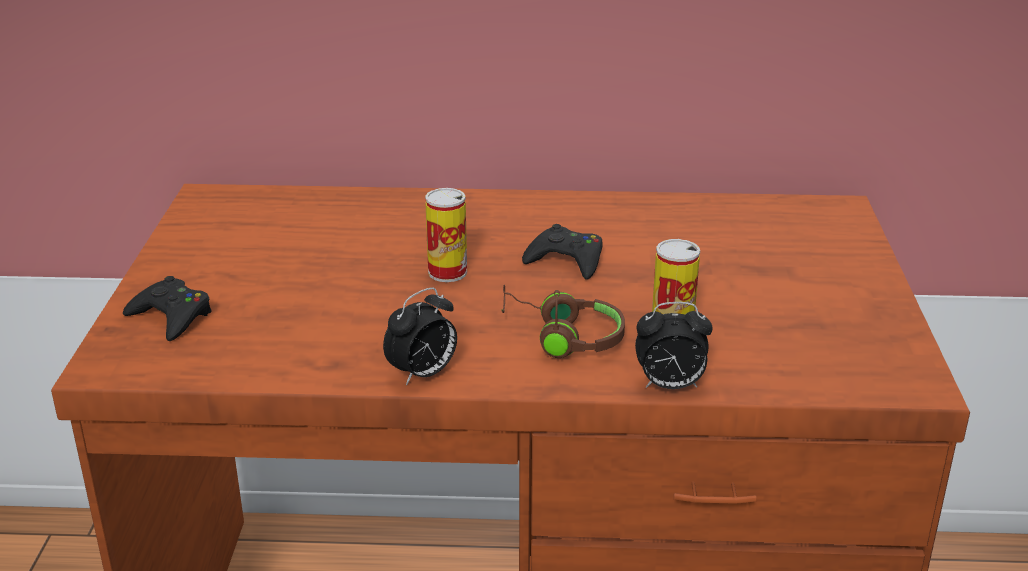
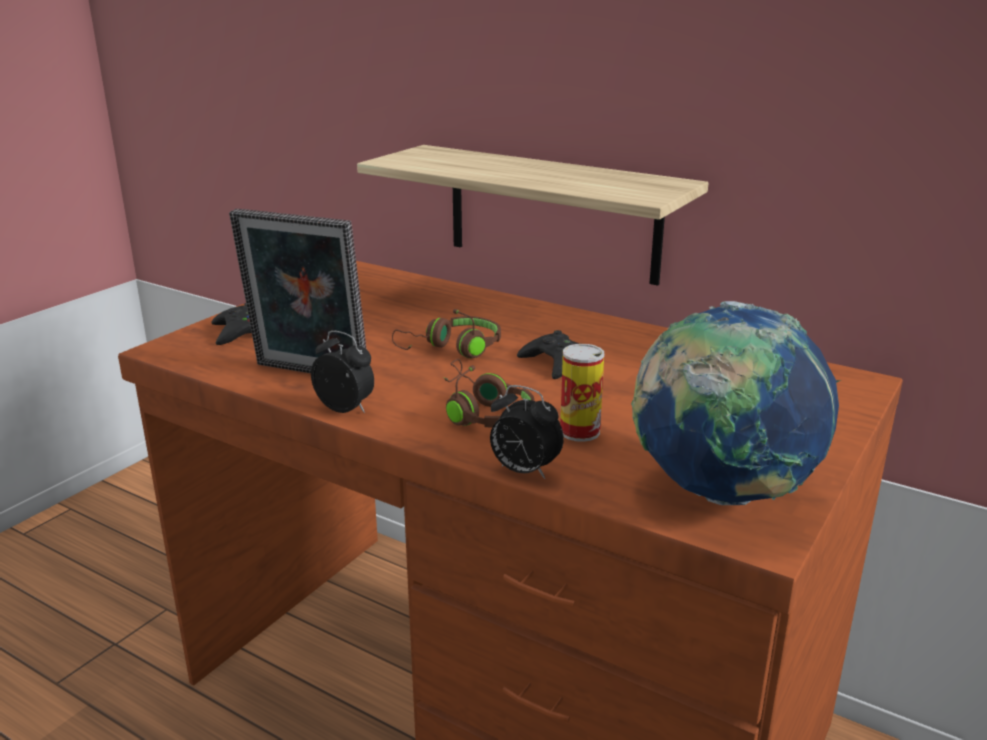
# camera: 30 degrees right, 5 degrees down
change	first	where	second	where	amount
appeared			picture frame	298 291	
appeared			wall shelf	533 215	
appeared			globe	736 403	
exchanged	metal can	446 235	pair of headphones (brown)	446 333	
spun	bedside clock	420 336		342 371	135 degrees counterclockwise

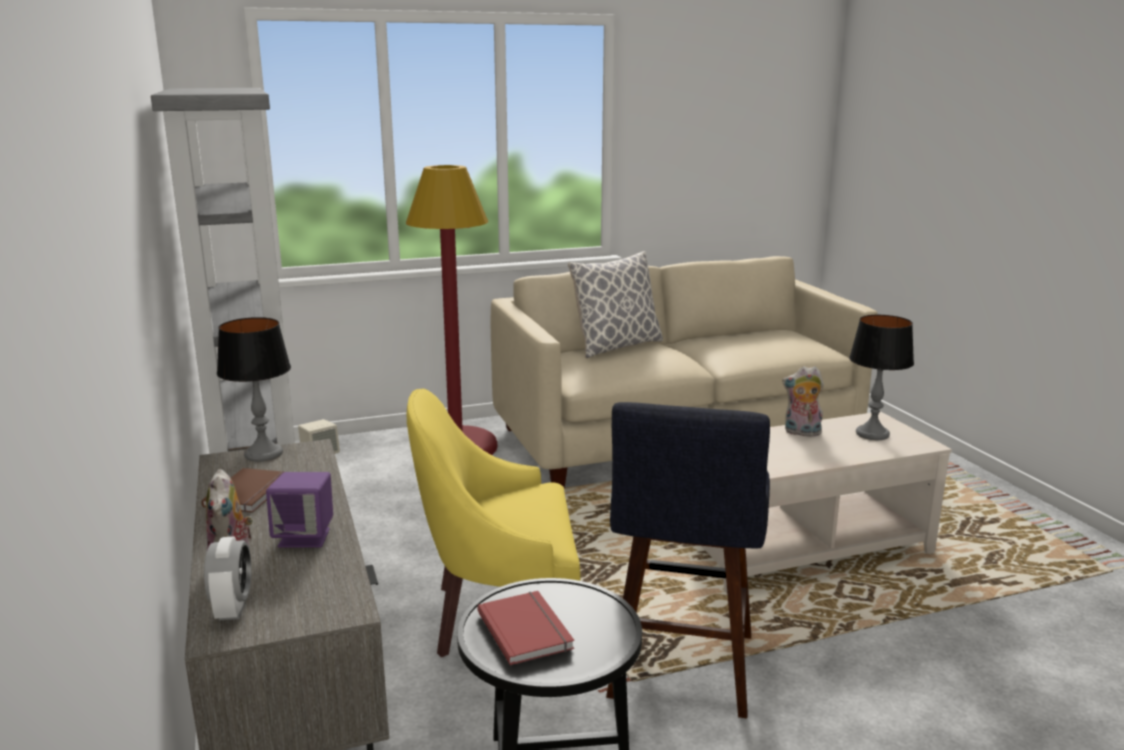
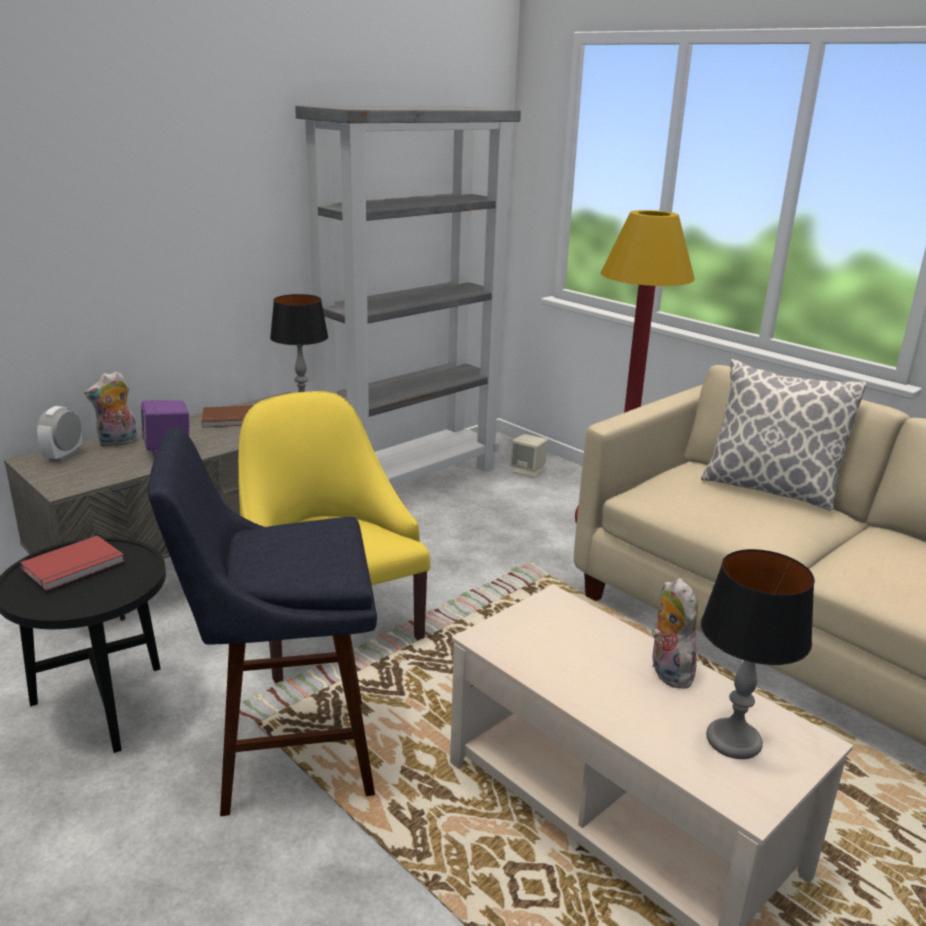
# camera: 65 degrees right, 5 degrees up
change	first	where	second	where	amount
spun	bedside clock	228 578		59 434	135 degrees clockwise

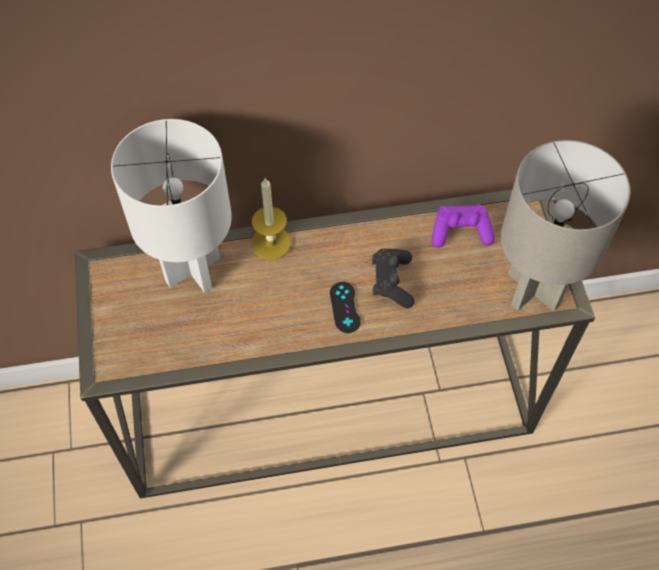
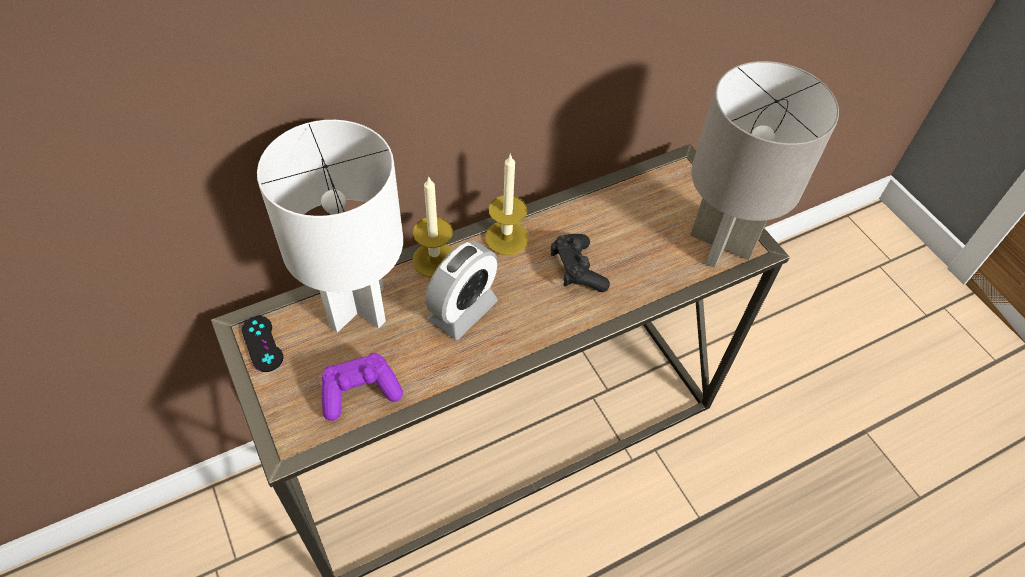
# camera: 20 degrees left, 5 degrees down
change	first	where	second	where	amount
appeared			bedside clock	462 290	
appeared			wax light	507 204	
relocated	joypad (blackish)	345 307		262 344	
relocated	joypad (purple-coloured)	463 226		362 387	

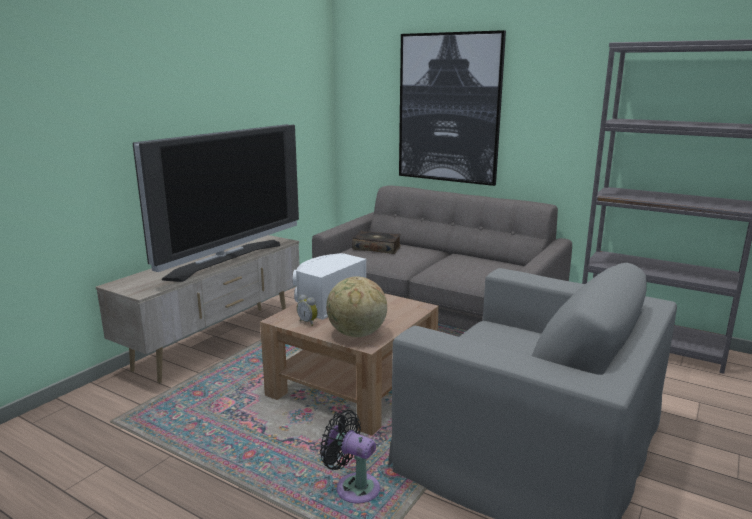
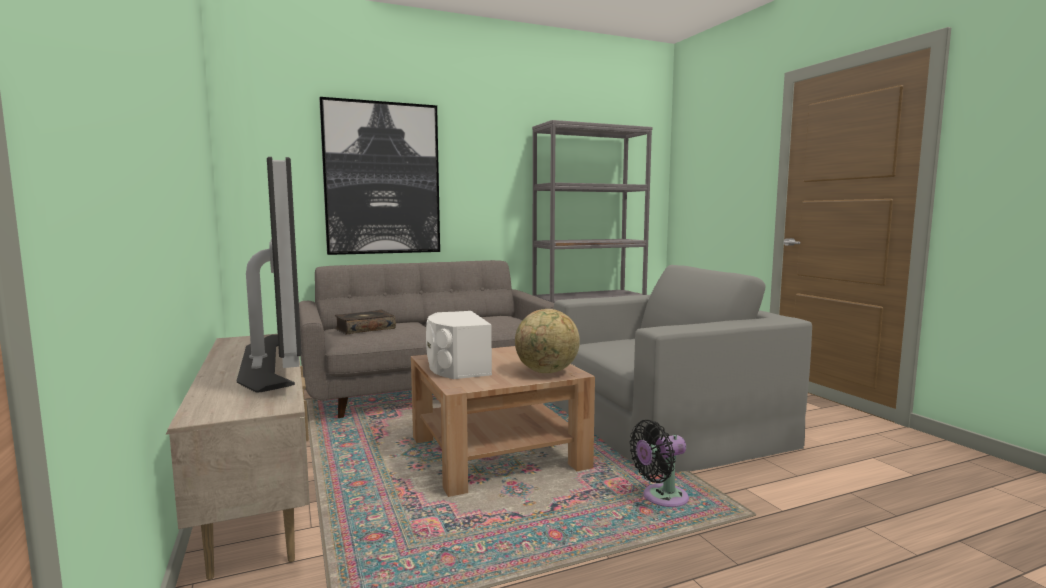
# camera: 55 degrees left, 10 degrees down
change	first	where	second	where	amount
missing	bedside clock	307 310			

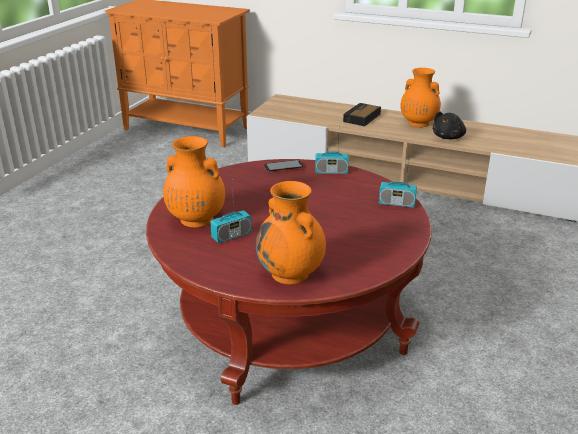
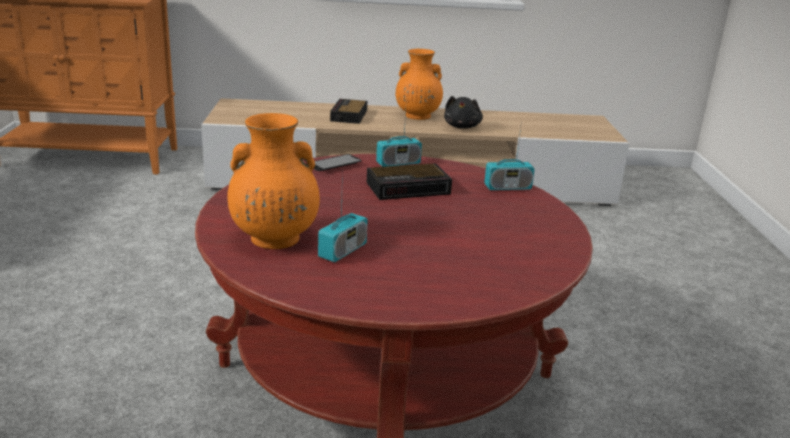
# camera: 25 degrees left, 5 degrees down
change	first	where	second	where	amount
missing	flower vase (orange)	290 232			
appeared			bedside clock	409 181	

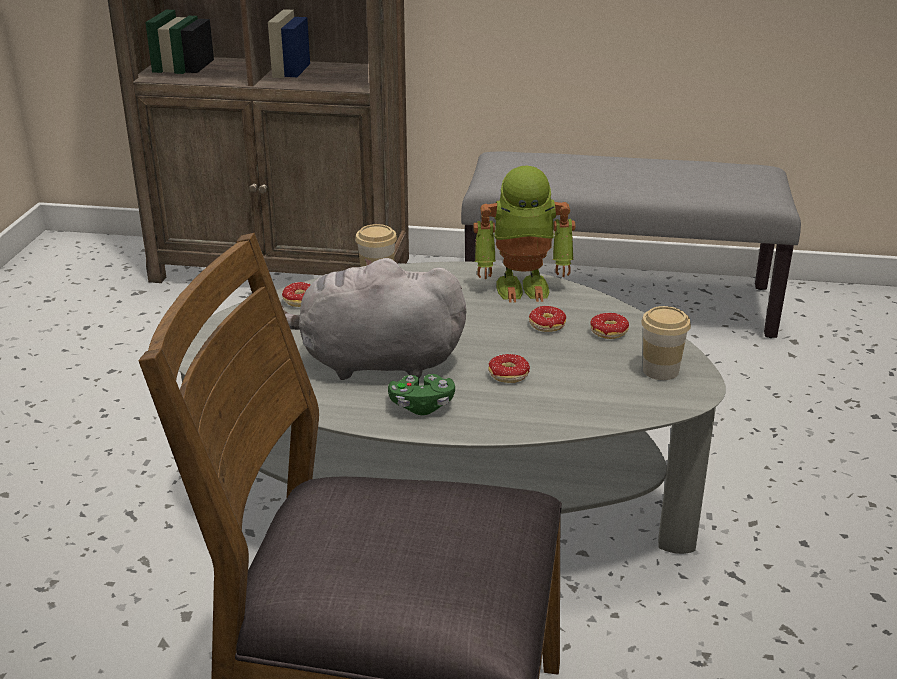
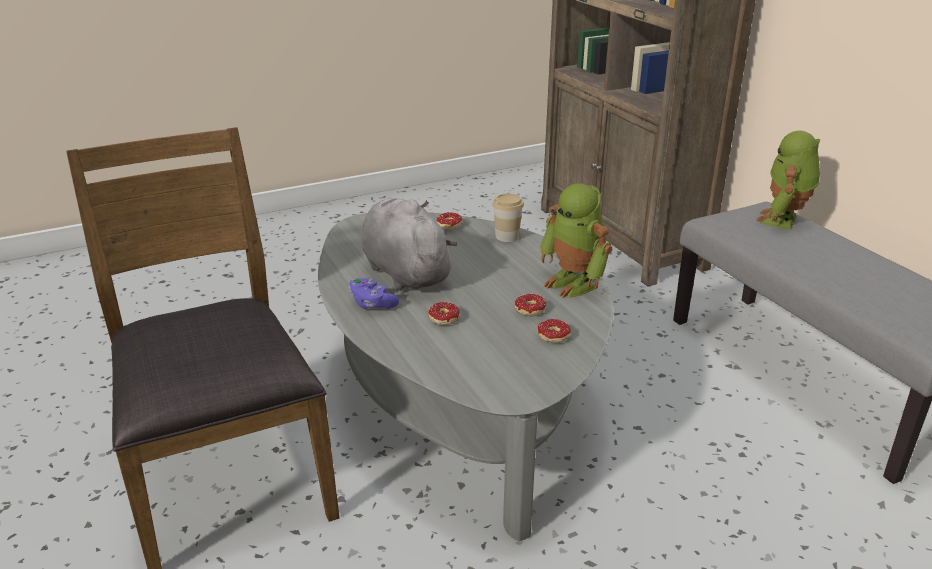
# camera: 55 degrees right, 0 degrees up
change	first	where	second	where	amount
missing	small cup	666 343			
appeared			model robot	788 180	
colour	joypad (greenish)	421 394	joypad (purple-coloured)	373 293	

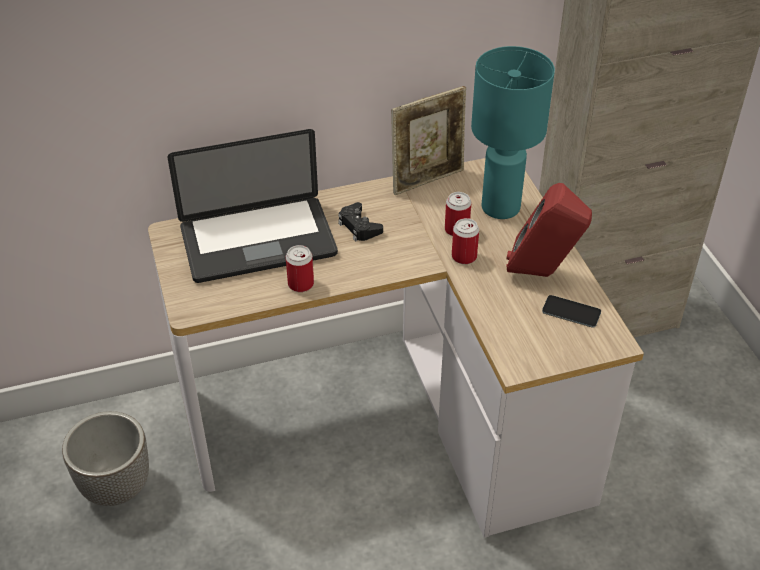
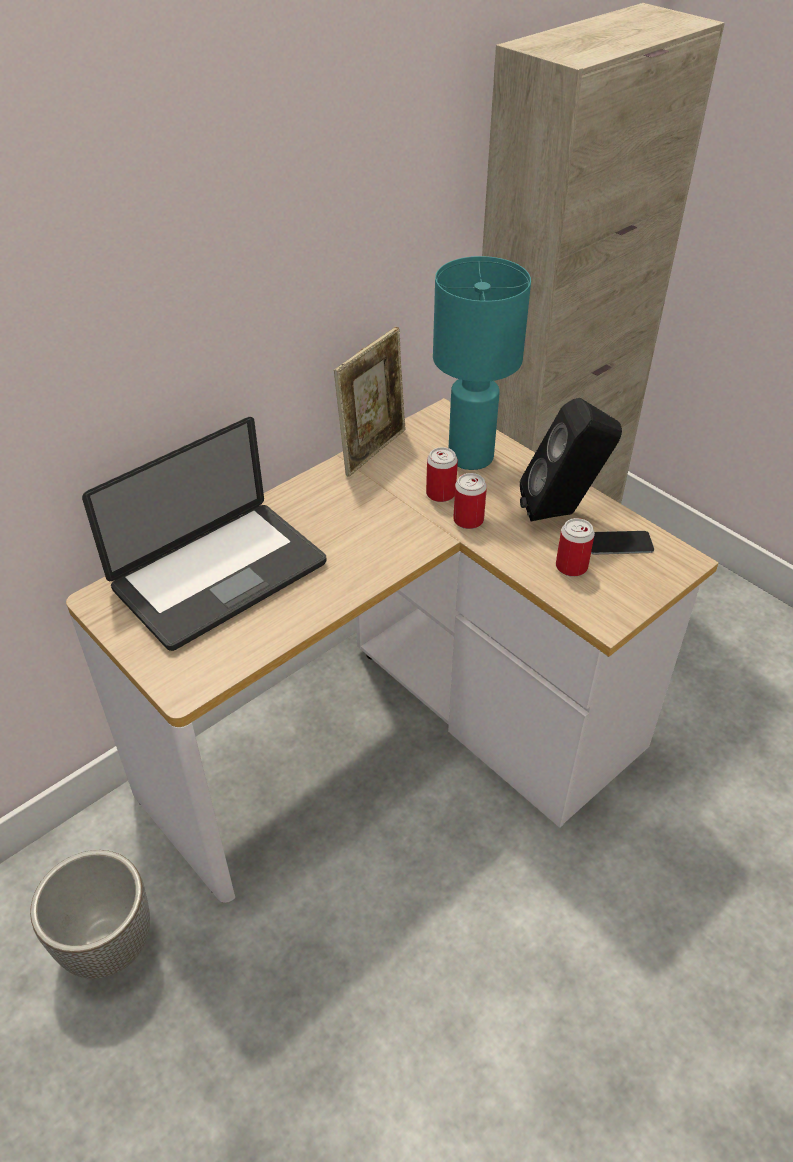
# camera: 25 degrees left, 0 degrees up
change	first	where	second	where	amount
missing	joypad (blackish)	360 222			
relocated	metal can	300 268		575 547	
colour	audio speaker (red)	549 230	audio speaker (blackish)	571 459	

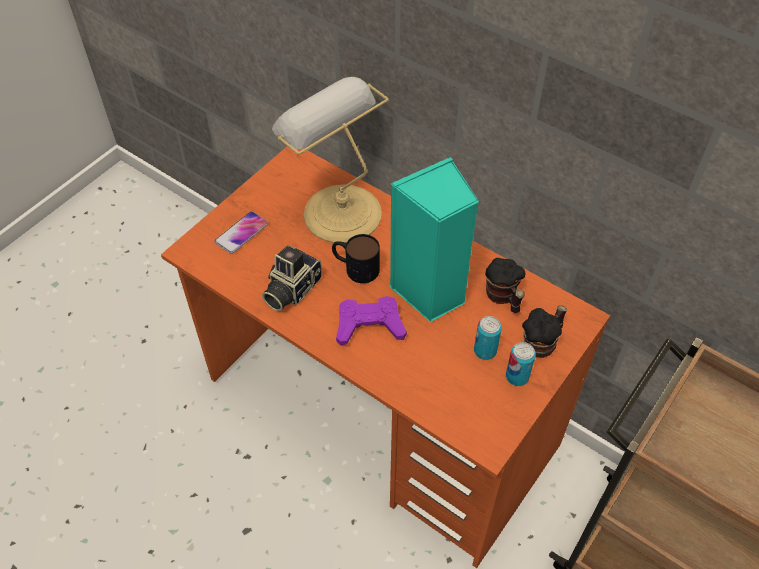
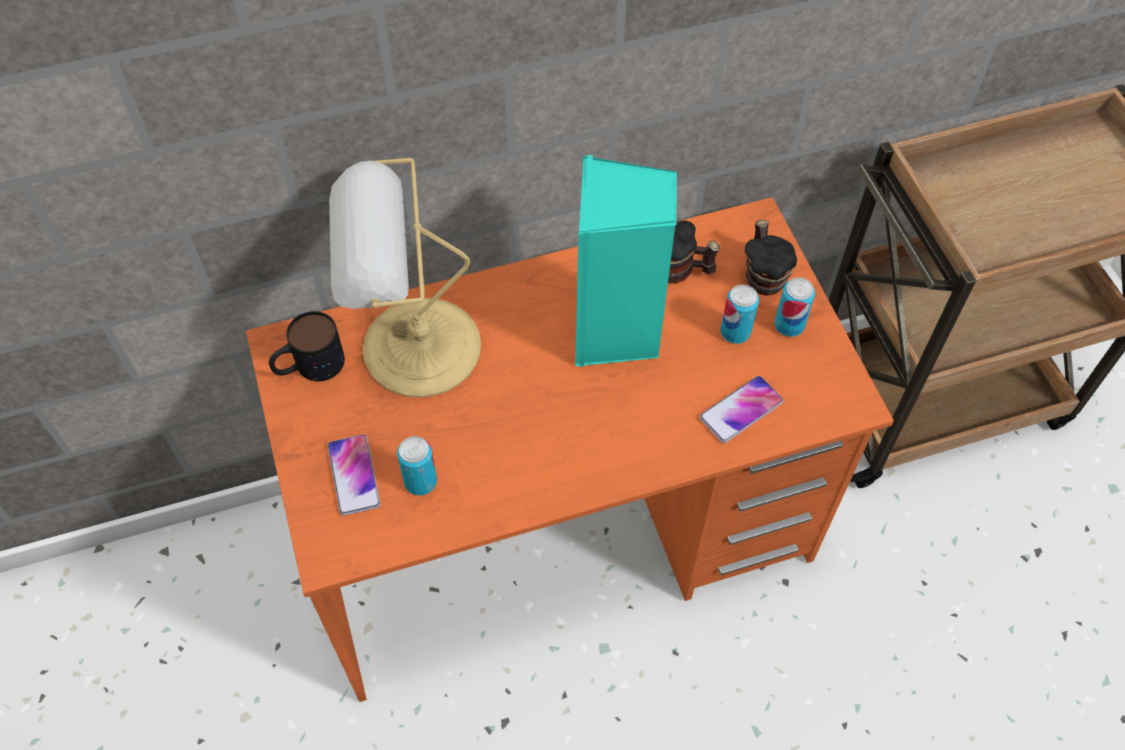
# camera: 55 degrees left, 5 degrees up
change	first	where	second	where	amount
missing	still camera	292 278			
missing	joypad (purple-coloured)	371 321			
appeared			metal can	417 465	
appeared			handset	742 409	
relocated	coffee mug	356 258		307 346	

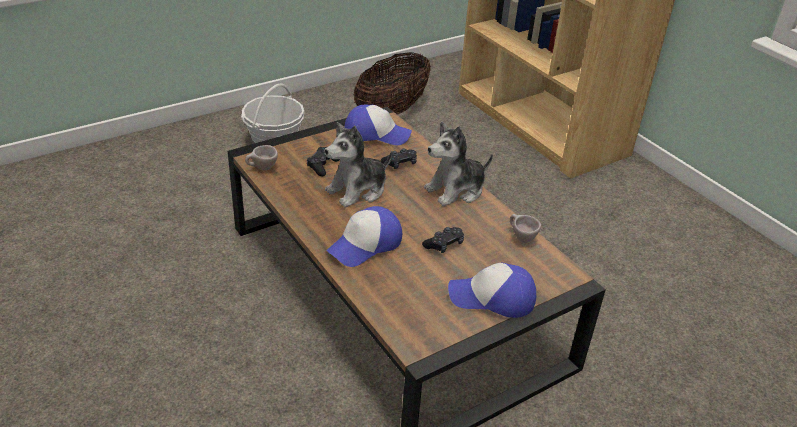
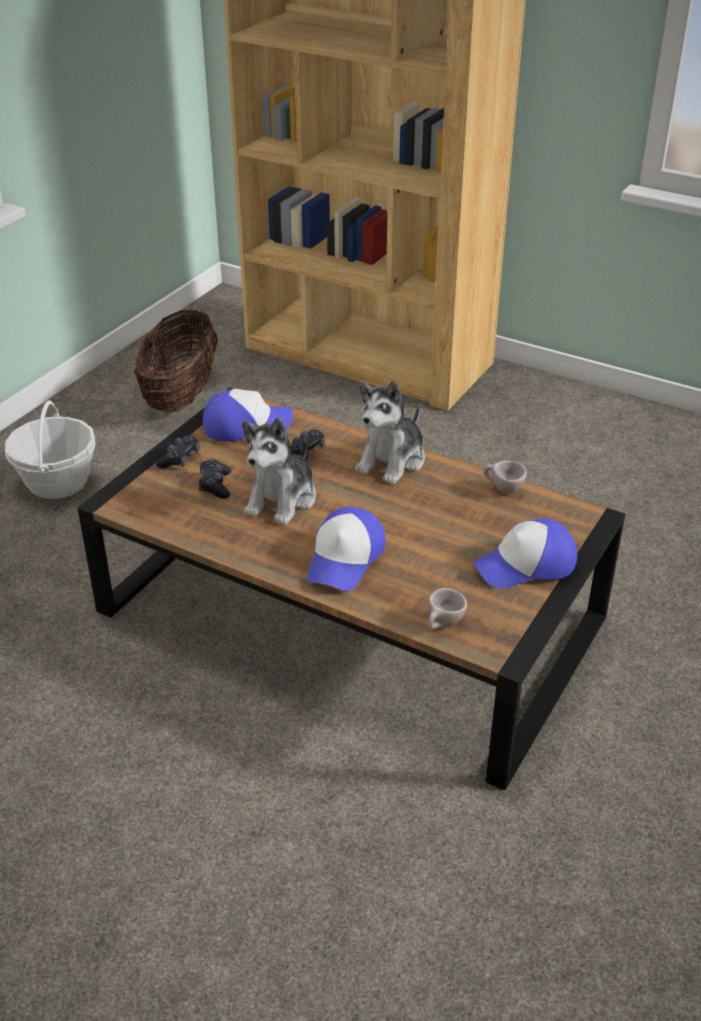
# camera: 25 degrees left, 0 degrees up
change	first	where	second	where	amount
relocated	small cup (sand-coloured)	261 157		447 608	
relocated	joypad (blackish)	443 240		178 452	

